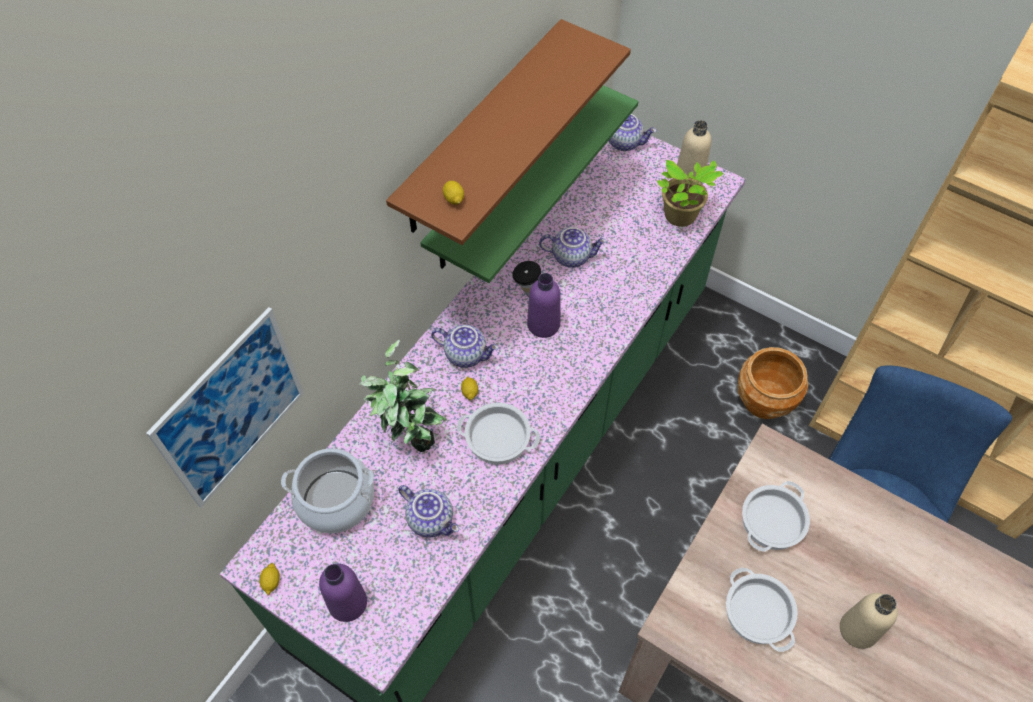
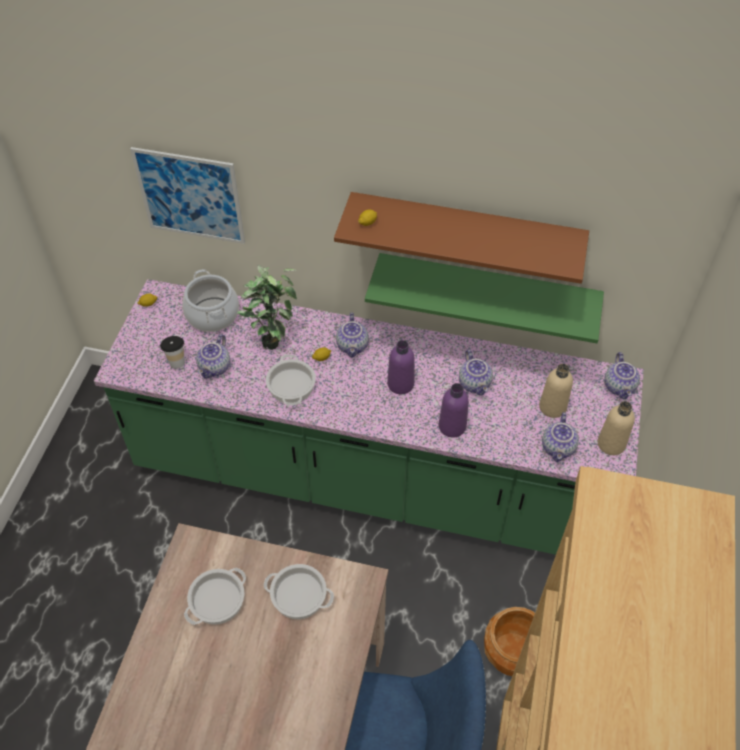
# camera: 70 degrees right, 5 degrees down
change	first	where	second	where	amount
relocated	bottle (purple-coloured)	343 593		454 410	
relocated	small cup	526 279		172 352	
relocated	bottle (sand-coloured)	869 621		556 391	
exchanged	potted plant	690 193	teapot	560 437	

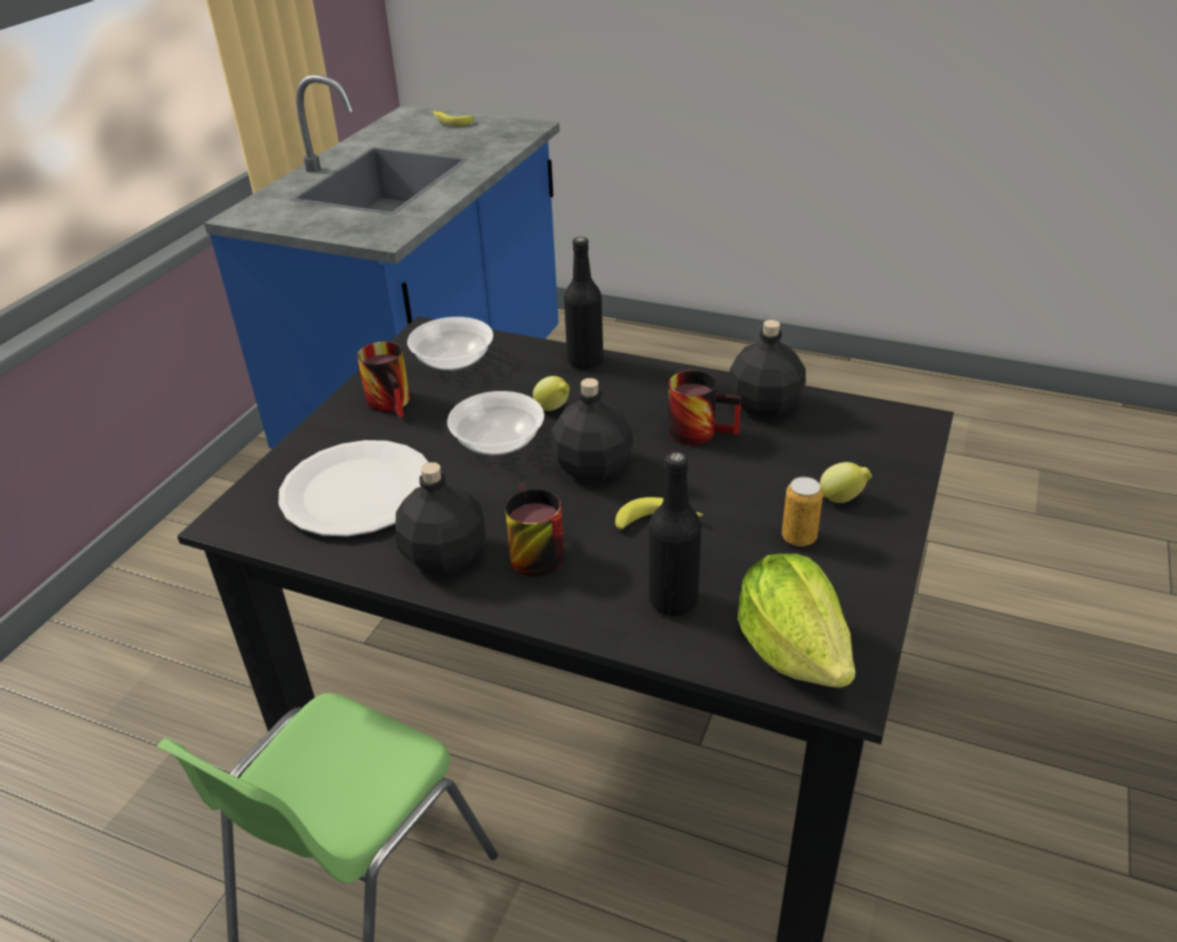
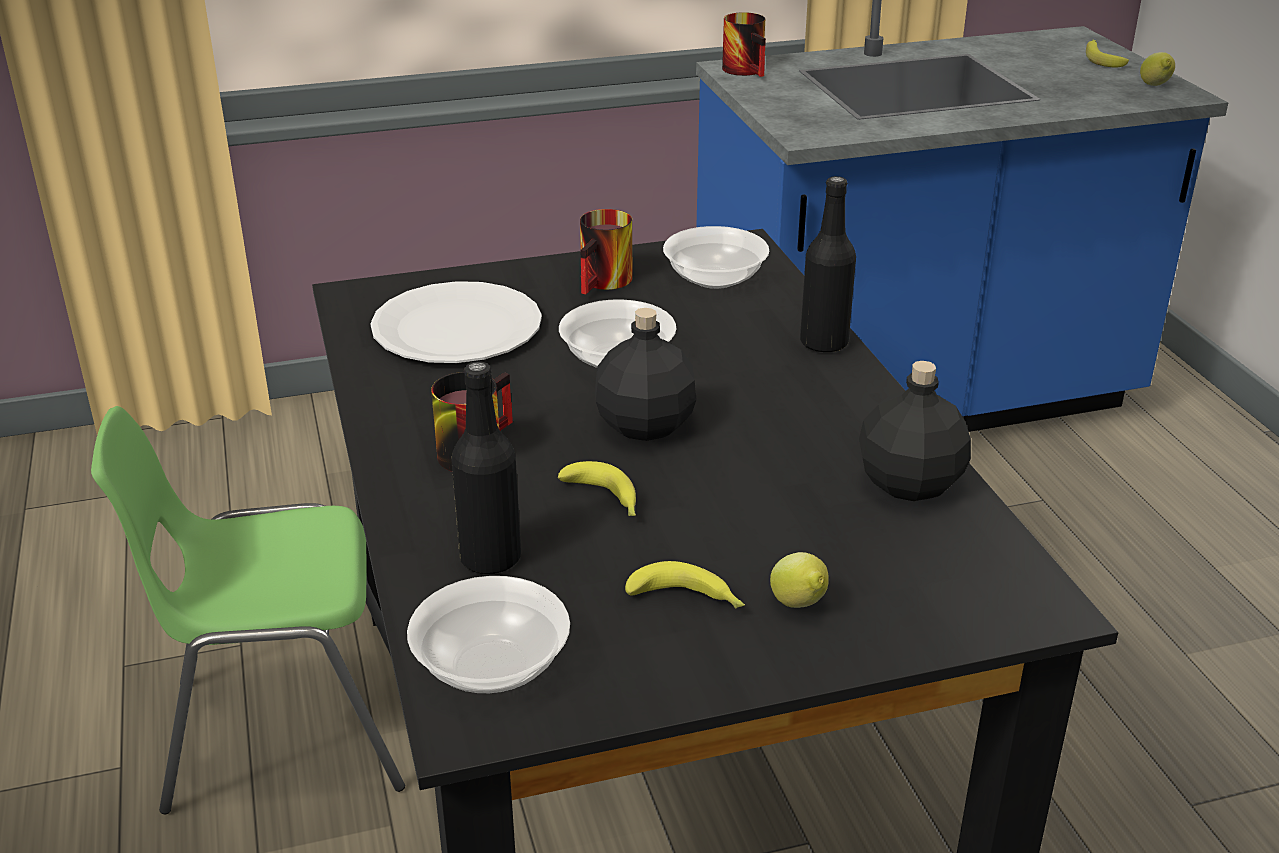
# camera: 50 degrees right, 5 degrees down
change	first	where	second	where	amount
missing	bottle (blackish)	440 518			
relocated	lemon	551 393		1157 69	
relocated	coffee mug	704 407		744 44	
exchanged	lettuce	797 621	serving bowl	488 634	
exchanged	metal can	802 511	banana	685 585	

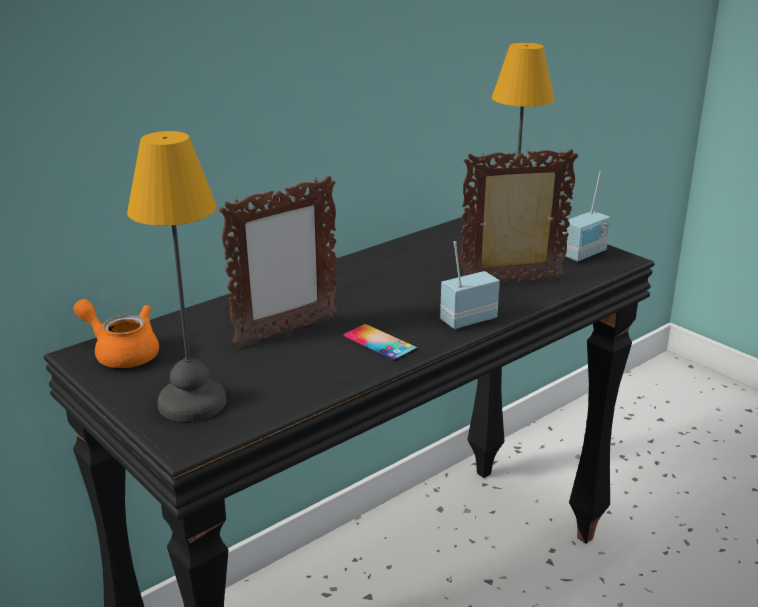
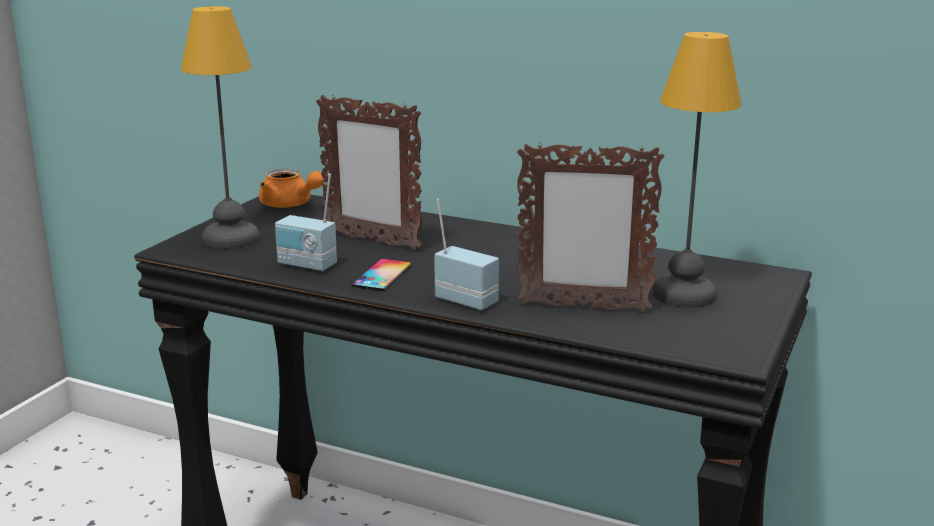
# camera: 65 degrees right, 5 degrees down
change	first	where	second	where	amount
relocated	radio	586 216		306 223	
spun	teapot (orange)	116 333		291 188	120 degrees clockwise
spun	picture frame	519 216		590 228	135 degrees clockwise

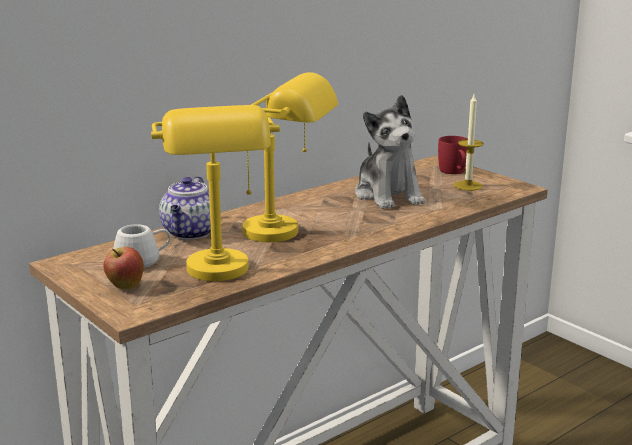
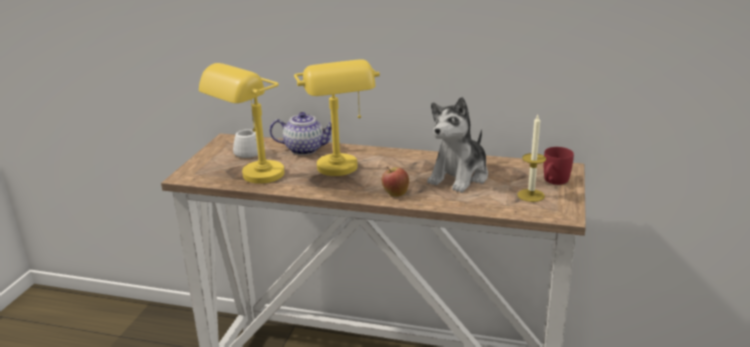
# camera: 55 degrees right, 5 degrees up
change	first	where	second	where	amount
relocated	apple	124 268		395 181	
spun	teapot	185 207		301 133	150 degrees counterclockwise

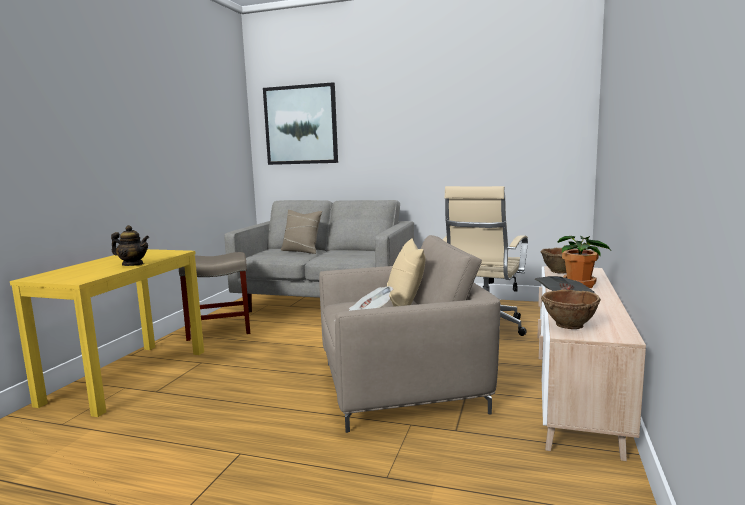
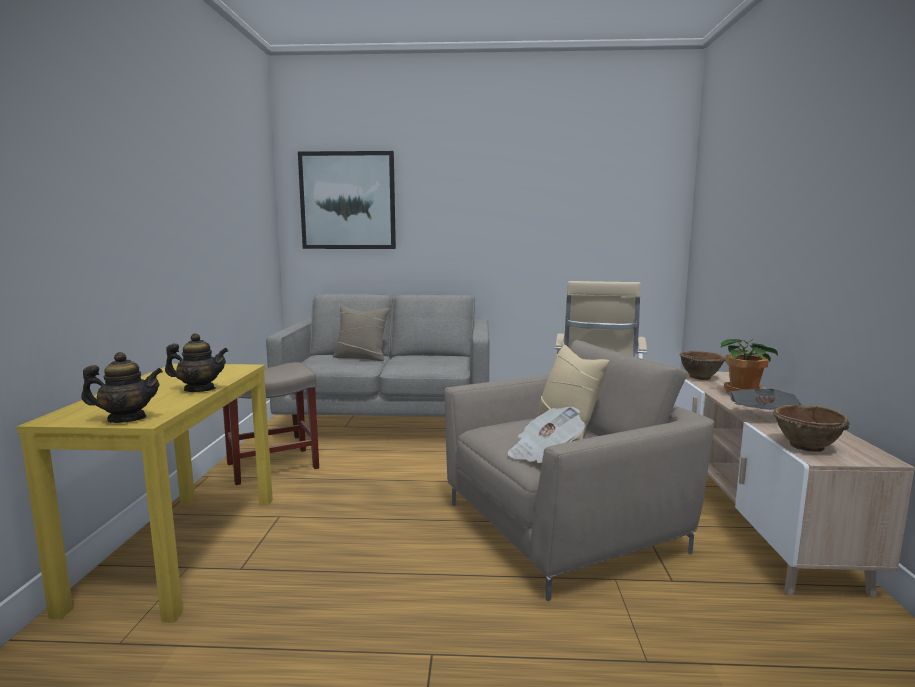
# camera: 15 degrees left, 0 degrees up
change	first	where	second	where	amount
appeared			teapot	122 387	

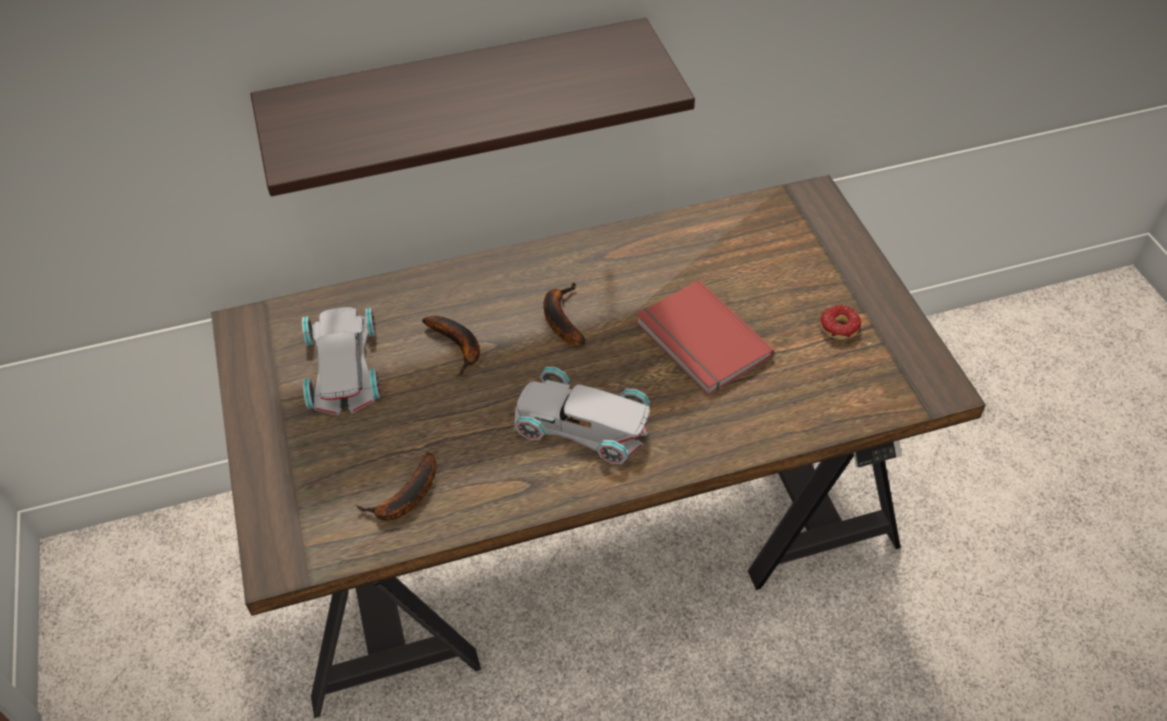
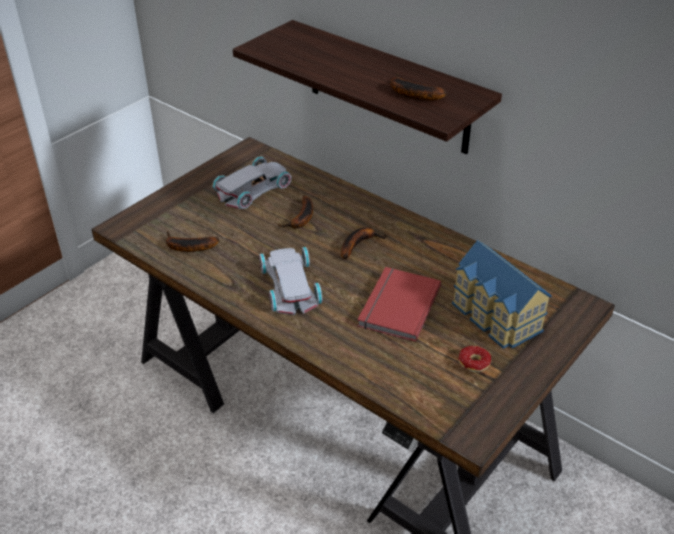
# camera: 55 degrees right, 10 degrees down
change	first	where	second	where	amount
appeared			banana	418 86	
appeared			miniature house	502 294	

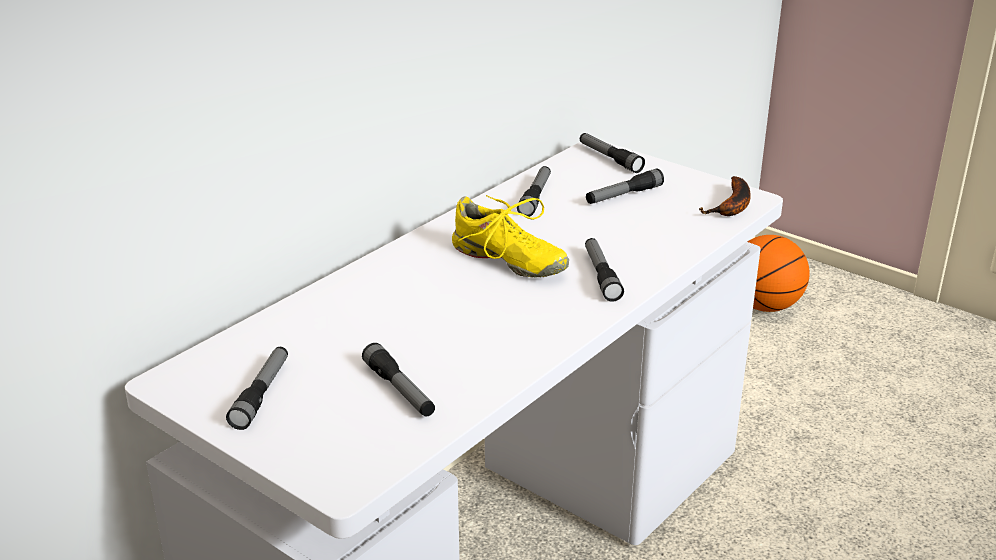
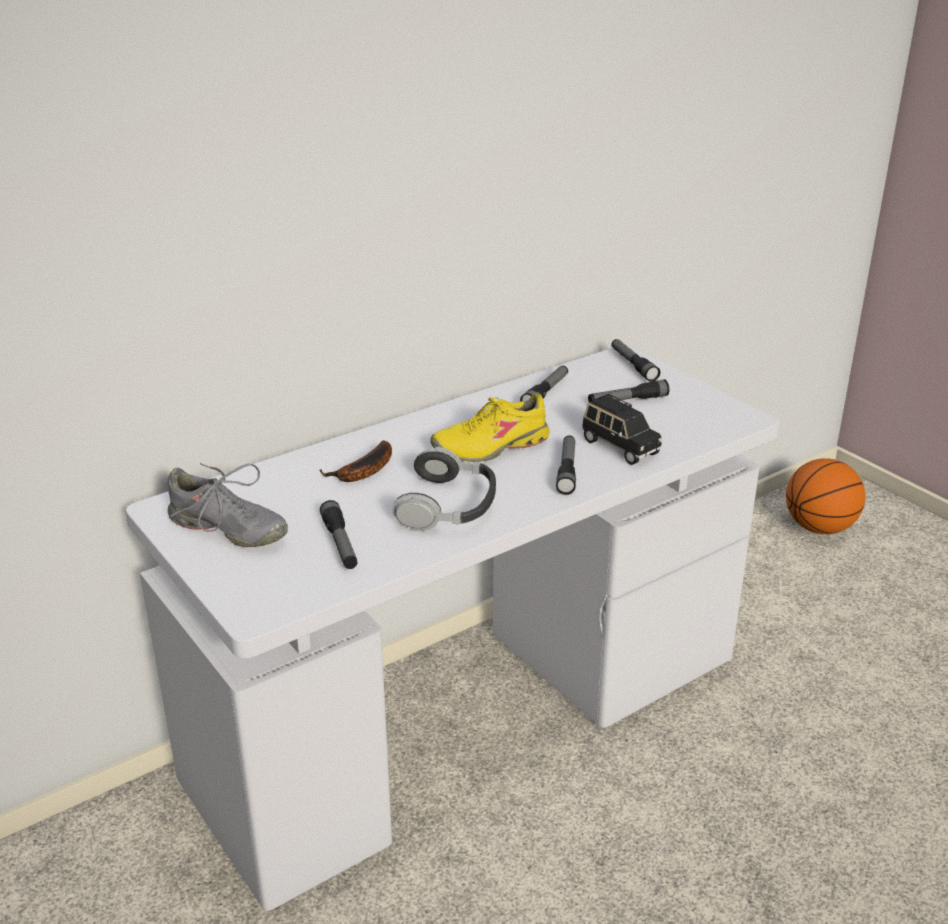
# camera: 15 degrees right, 0 degrees up
change	first	where	second	where	amount
appeared			pair of headphones	444 489	
appeared			miniature car (blackish)	622 429	
relocated	banana	725 196		356 461	
exchanged	hand torch	257 388	shoe (greyish)	228 505	
spun	shoe (yellow)	510 236		489 427	105 degrees clockwise

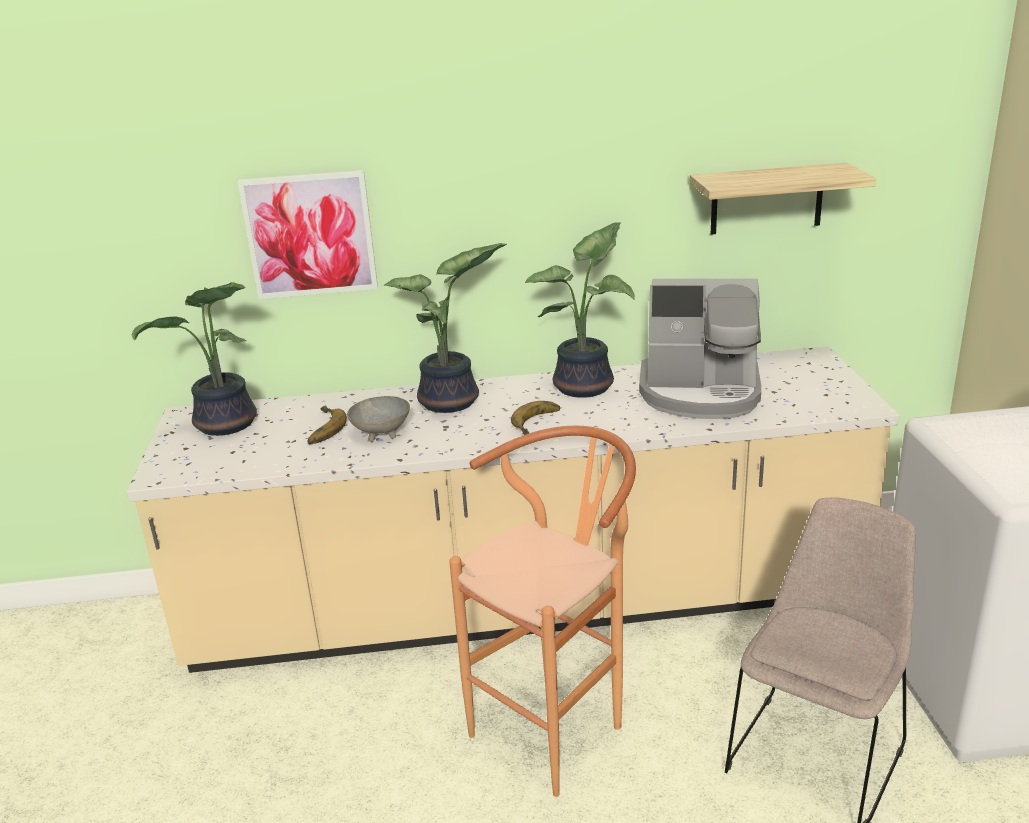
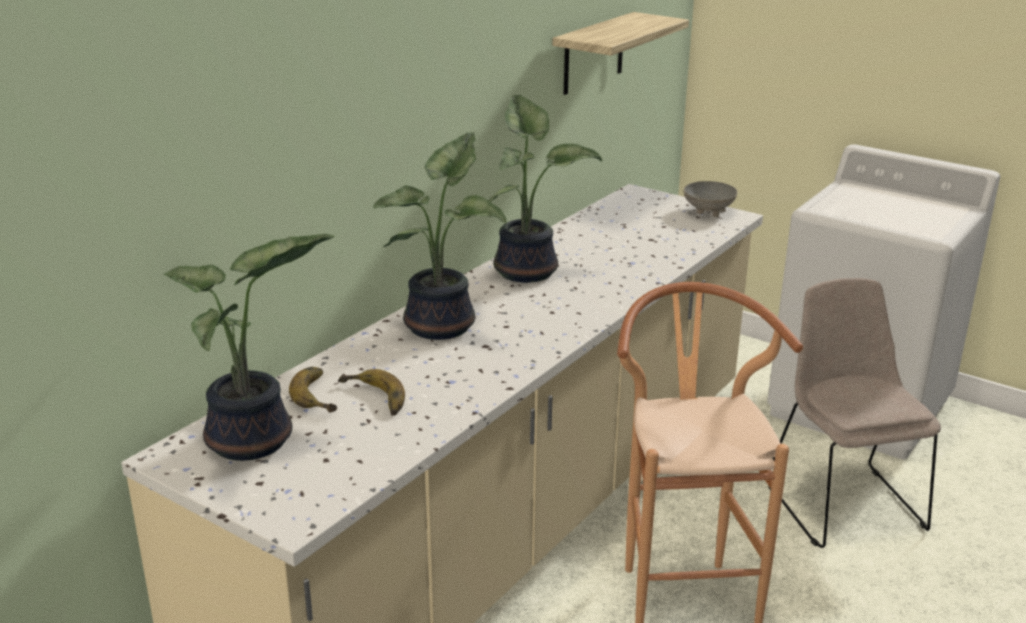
# camera: 50 degrees left, 0 degrees up
change	first	where	second	where	amount
missing	wall picture	307 234			
missing	coffee brewer	700 349			
relocated	serving bowl (greyish)	378 418		710 199	
relocated	banana	535 418		313 390	

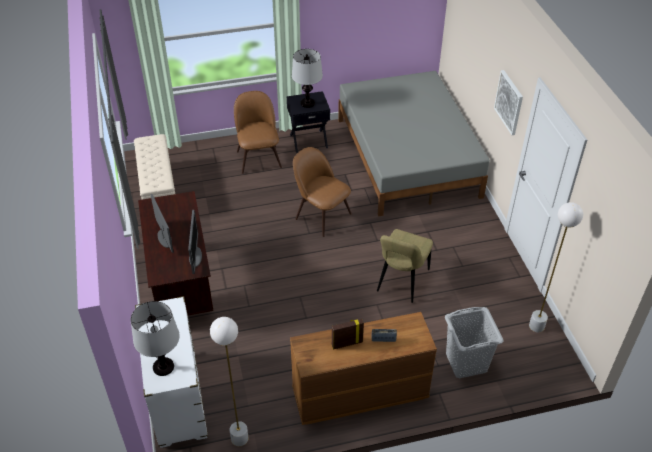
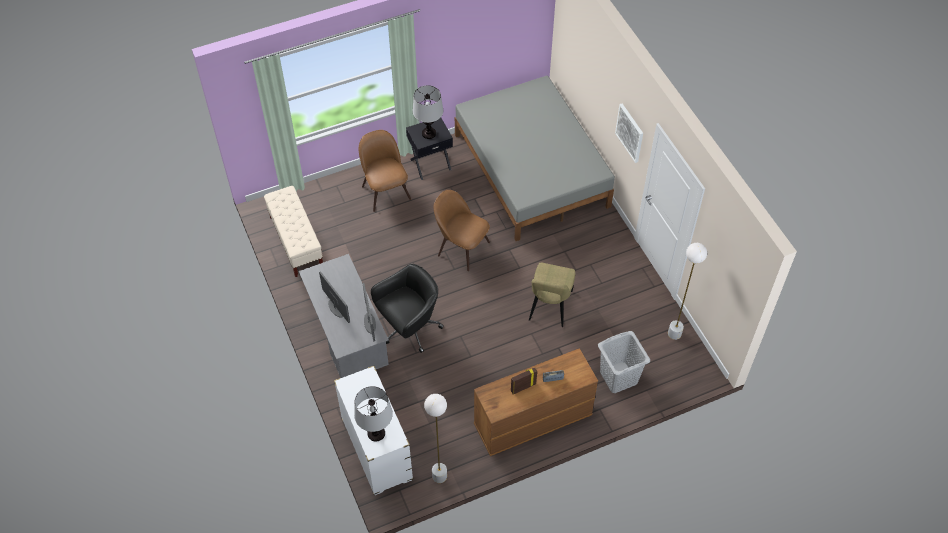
# camera: 10 degrees left, 10 degrees up
change	first	where	second	where	amount
appeared			computer chair (blackish)	407 308	
colour	desk unit (brown)	175 253	desk unit (greyish)	344 316	

